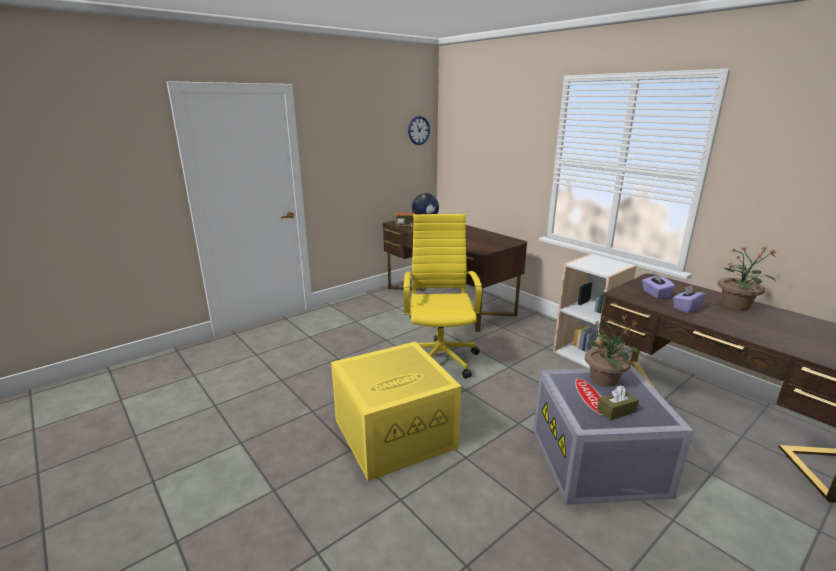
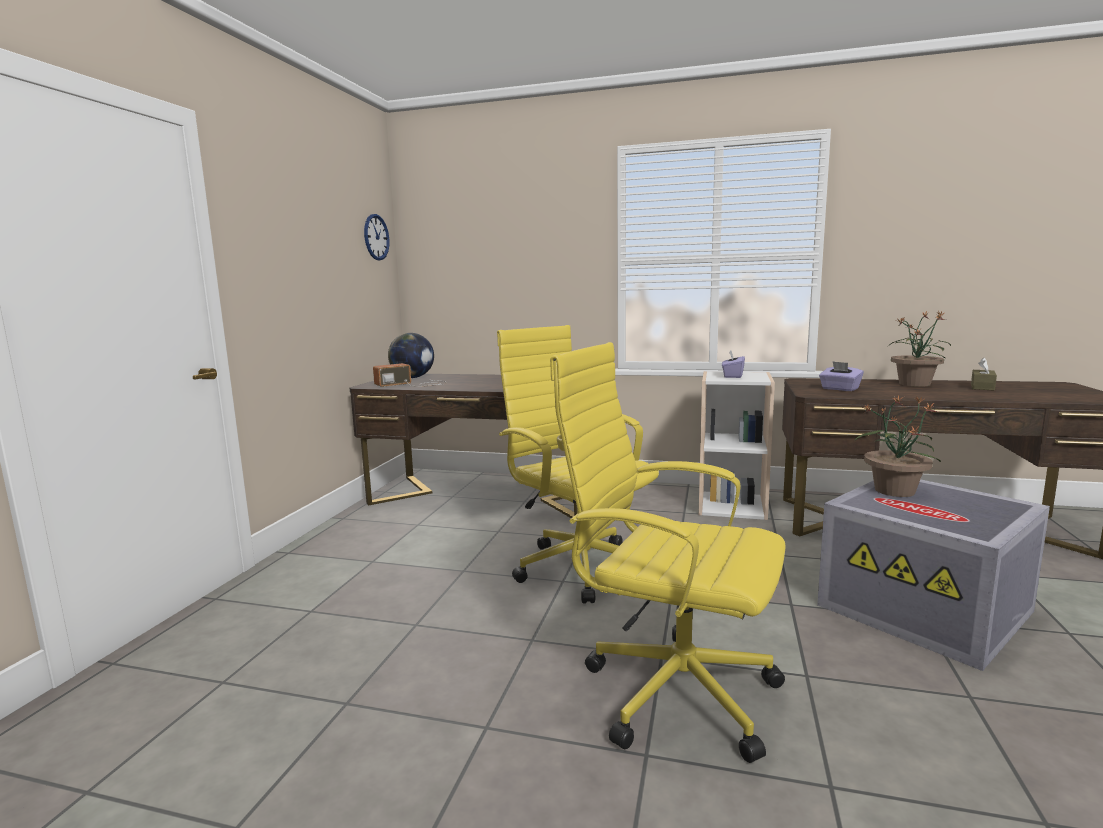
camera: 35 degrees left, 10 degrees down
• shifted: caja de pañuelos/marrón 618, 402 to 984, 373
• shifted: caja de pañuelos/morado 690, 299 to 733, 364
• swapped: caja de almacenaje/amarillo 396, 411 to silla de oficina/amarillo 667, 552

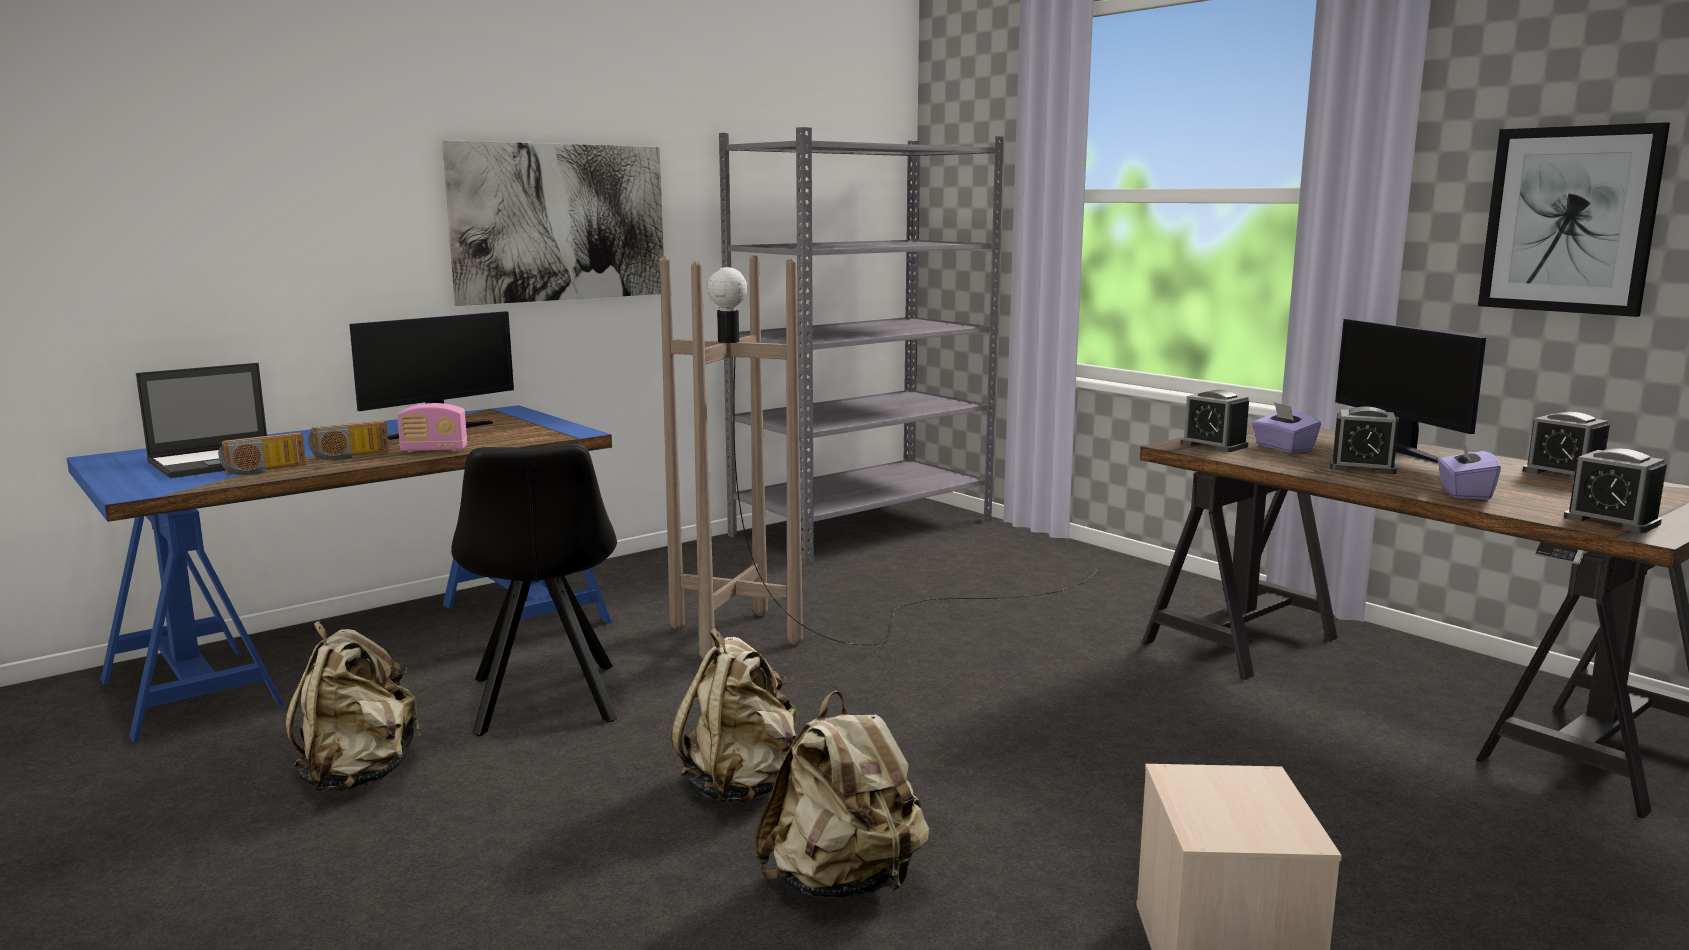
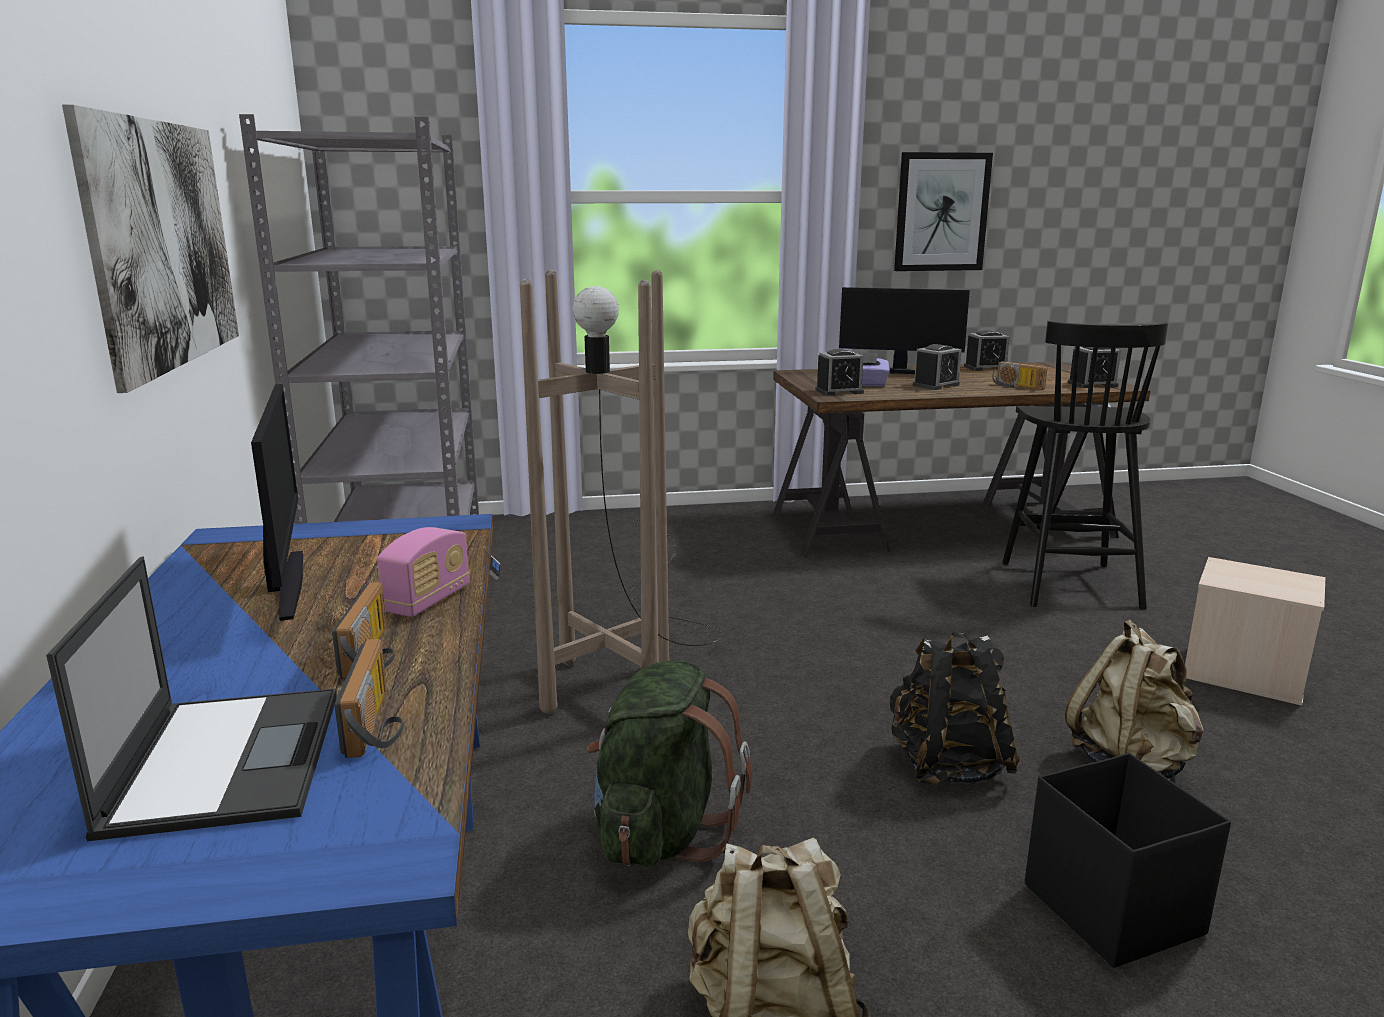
camera: 60 degrees left, 5 degrees up
• new: taburete/negro 1085, 465
• new: caja de almacenaje/negro 1128, 860
• swapped: silla/negro 534, 589 to mochila/verde 669, 764
• swapped: caja de pañuelos/morado 1469, 468 to radio 1019, 375
• repainted: mochila/beis 734, 715 to mochila/negro 955, 708

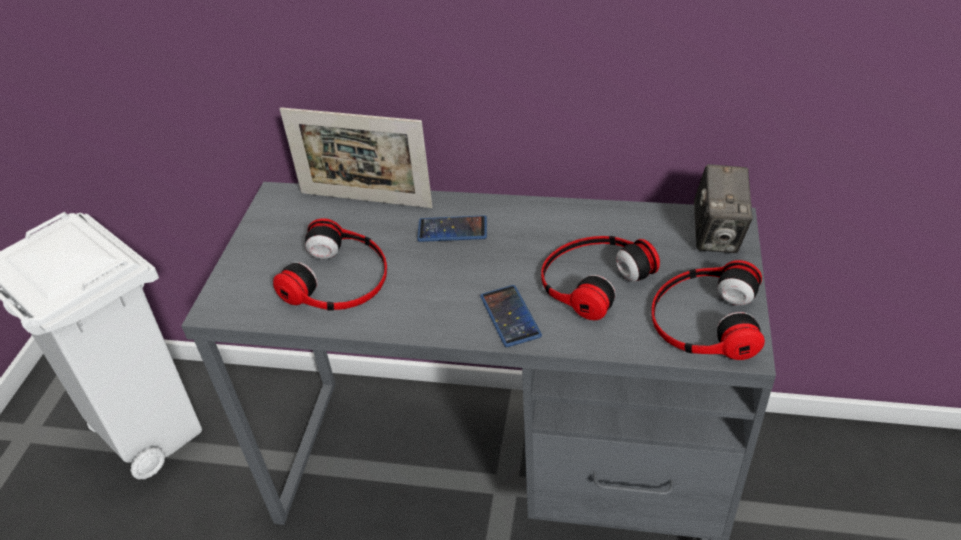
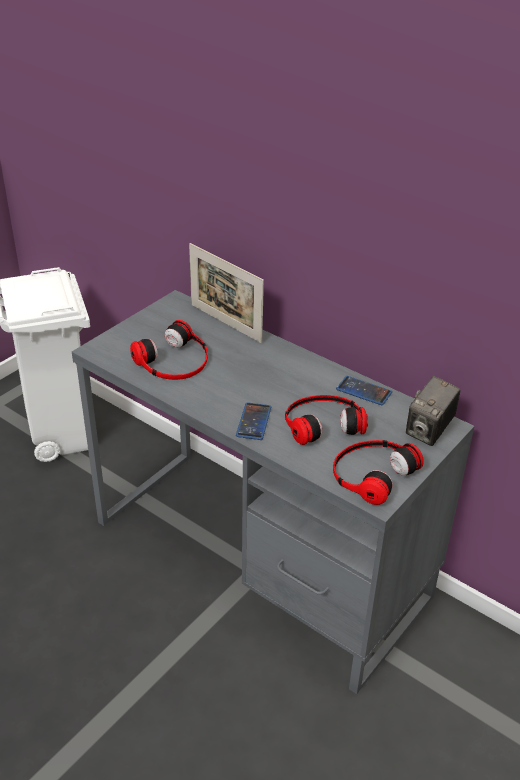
camera: 25 degrees right, 5 degrees down
• shifted: móvil 452, 228 to 364, 390

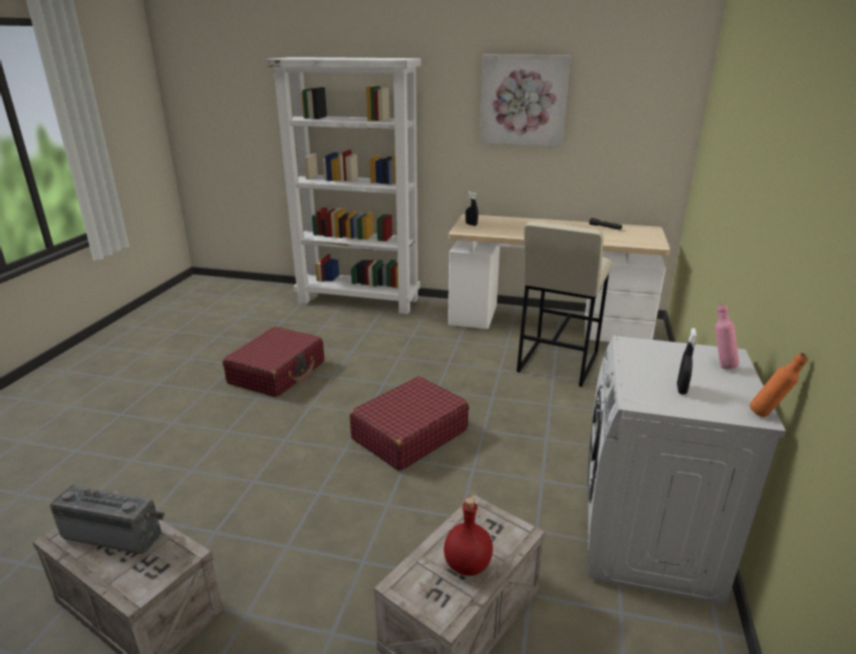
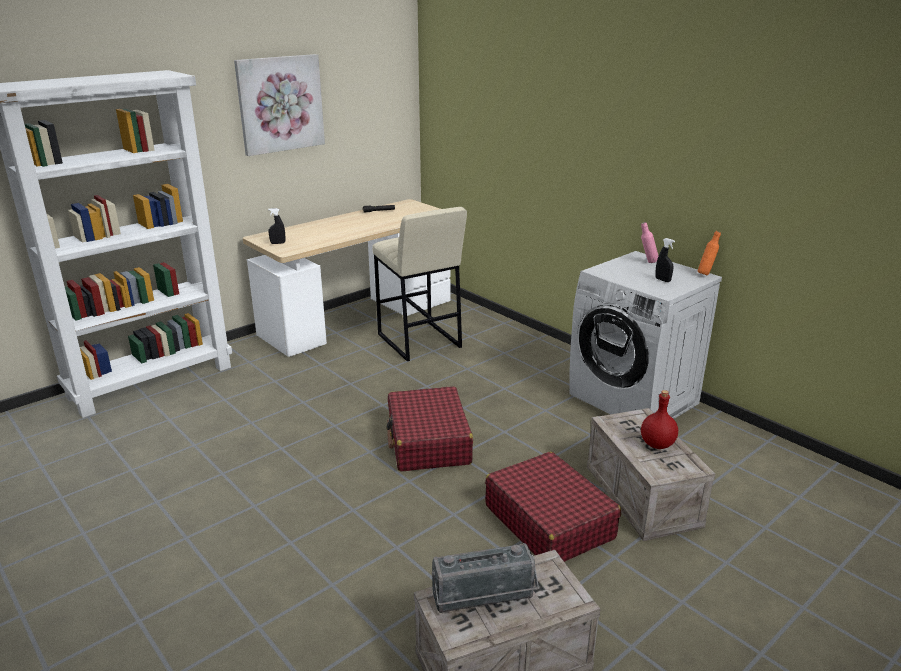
camera: 55 degrees left, 0 degrees up
• shifted: maleta/rojo 273, 362 to 553, 507
• rotated: radio 107, 519 = 485, 578 150 degrees counterclockwise

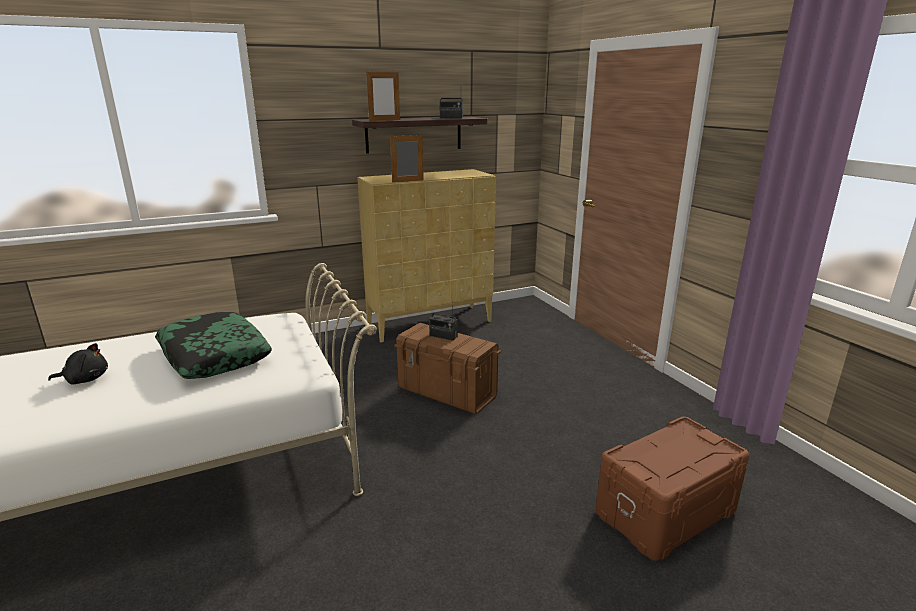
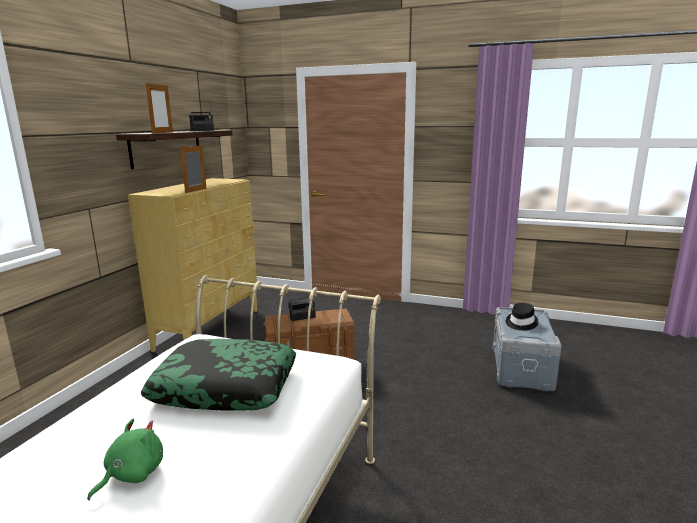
camera: 45 degrees left, 5 degrees down
• new: sombrero/negro 522, 317
• repainted: peluche/negro 78, 363 to peluche/verde 125, 459
• repainted: caja de almacenaje/marrón 672, 488 to caja de almacenaje/gris 527, 349

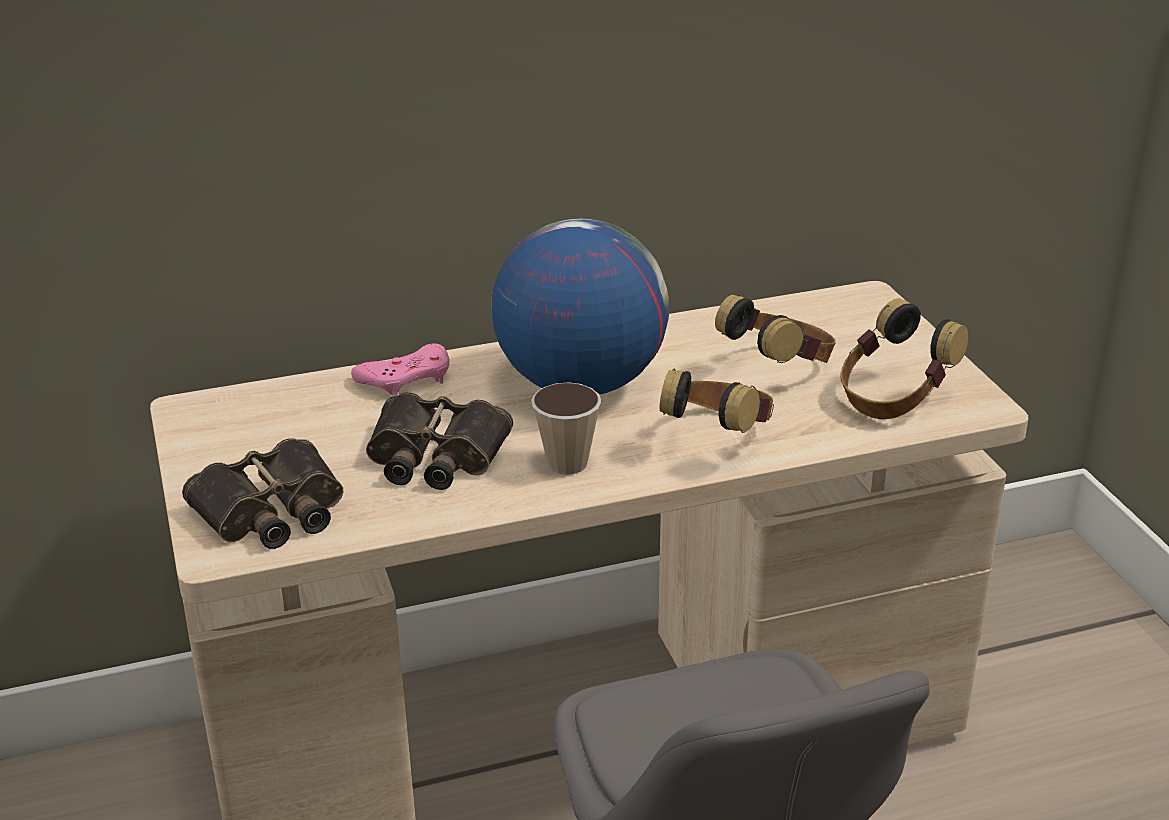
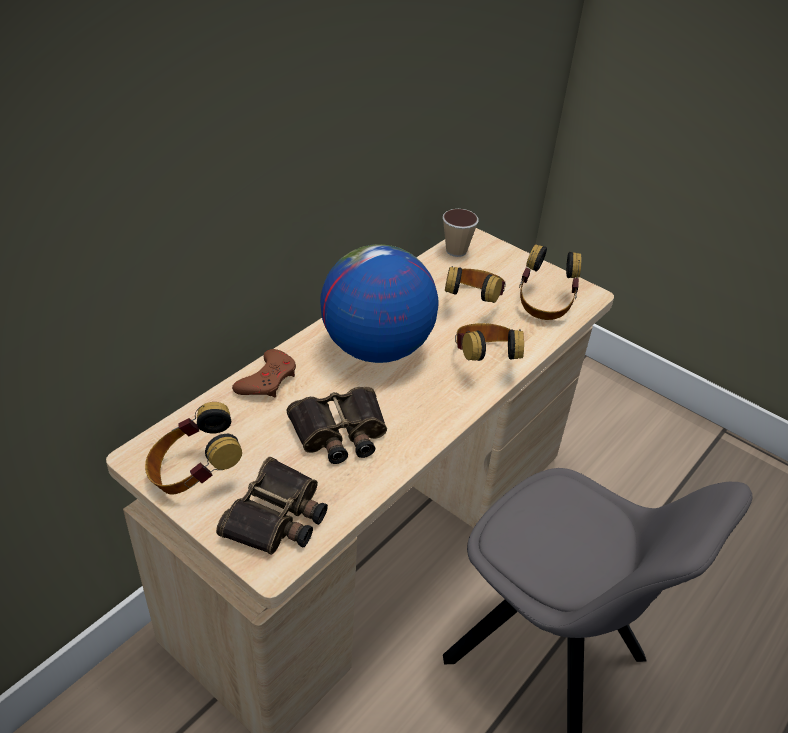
camera: 35 degrees left, 10 degrees up
• new: auriculares 193, 448
• shifted: taza 566, 428 to 461, 233
• repainted: mando de consola/rosa 400, 369 to mando de consola/marrón 264, 373

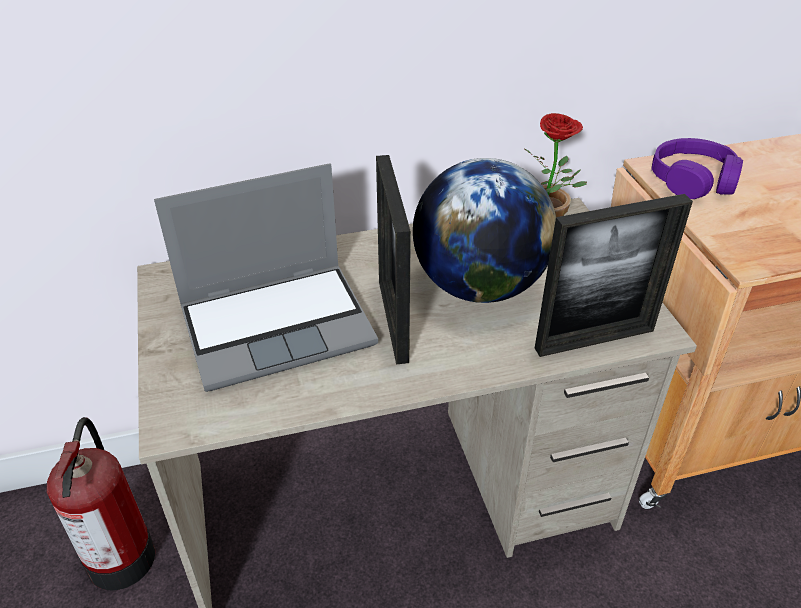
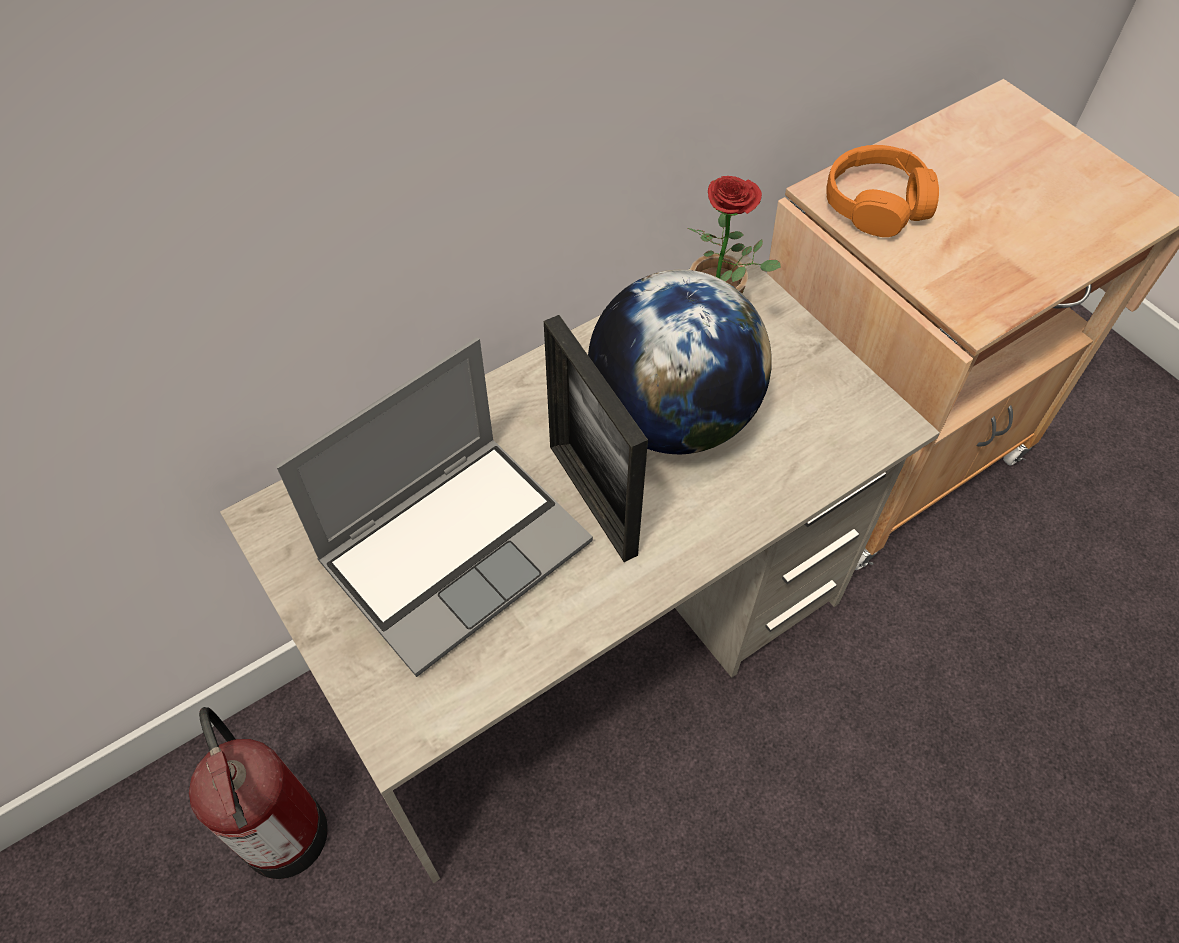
camera: 20 degrees left, 15 degrees up
• gone: portarretratos 614, 275
• repainted: auriculares/morado 697, 168 to auriculares/naranja 882, 191

